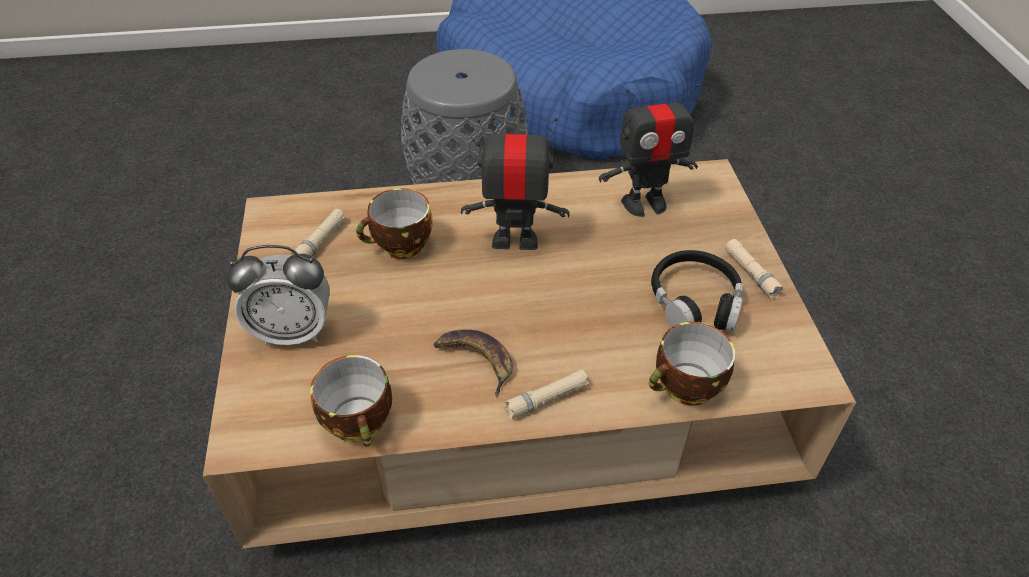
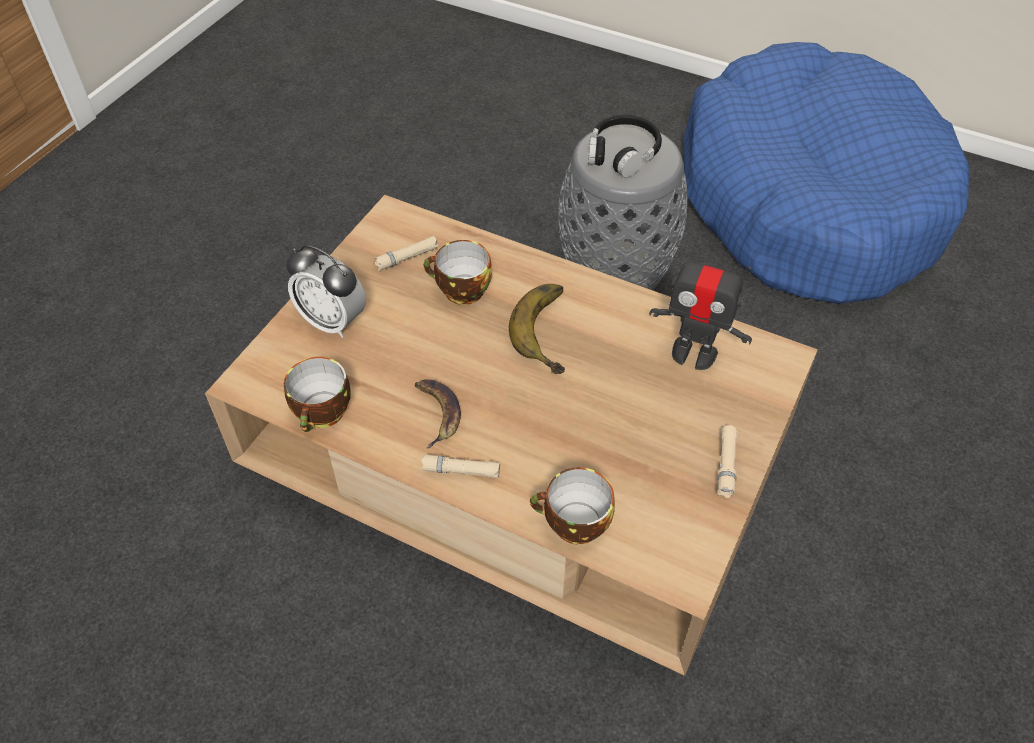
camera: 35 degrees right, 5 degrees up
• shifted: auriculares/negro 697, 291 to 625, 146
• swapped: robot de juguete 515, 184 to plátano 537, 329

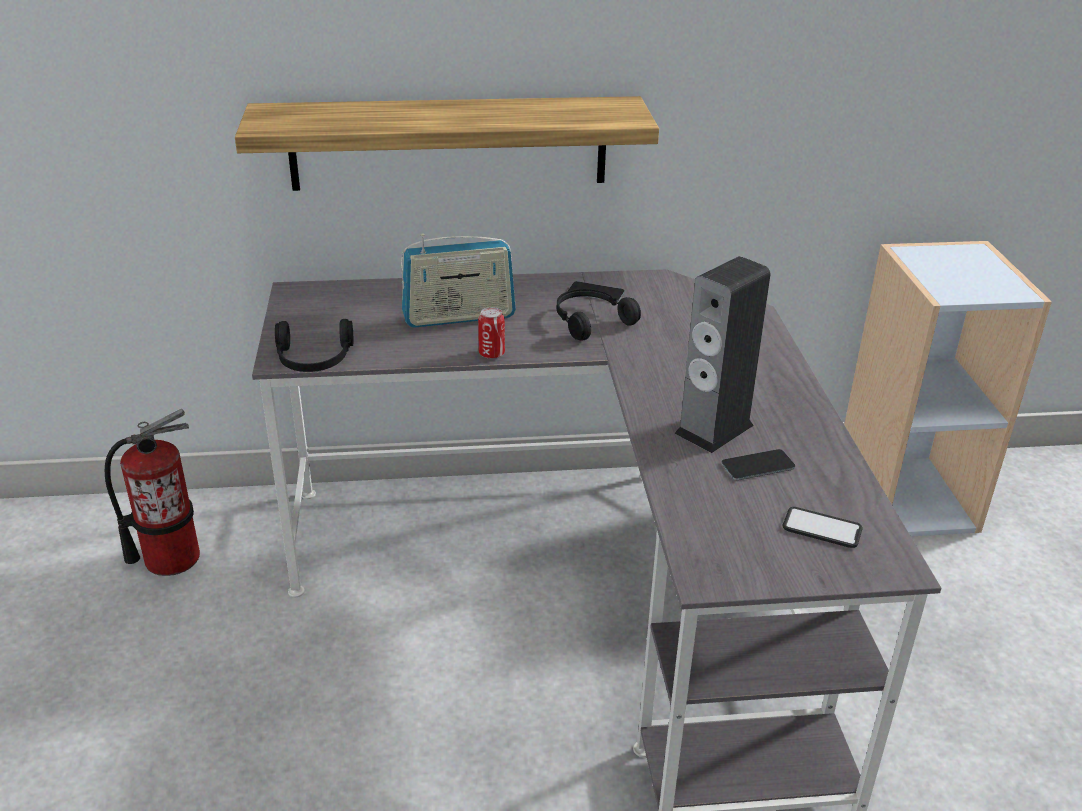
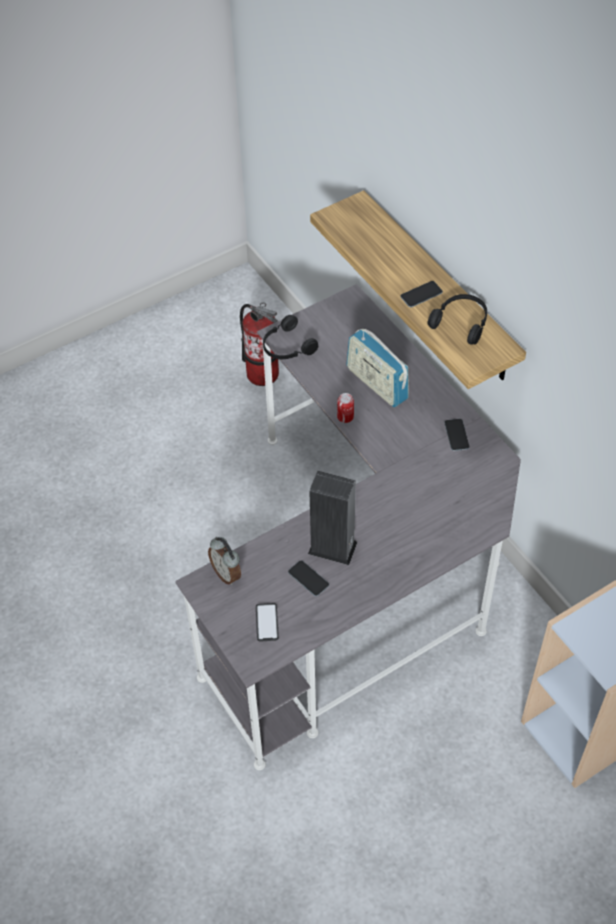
camera: 65 degrees right, 20 degrees up
• new: despertador 224, 561
• new: móvil 421, 294
• shifted: auriculares/negro 599, 315 to 457, 319

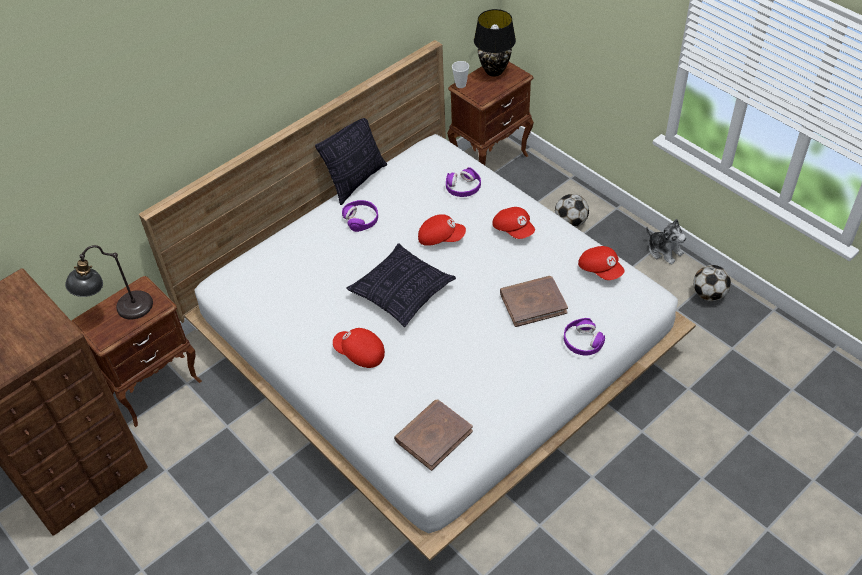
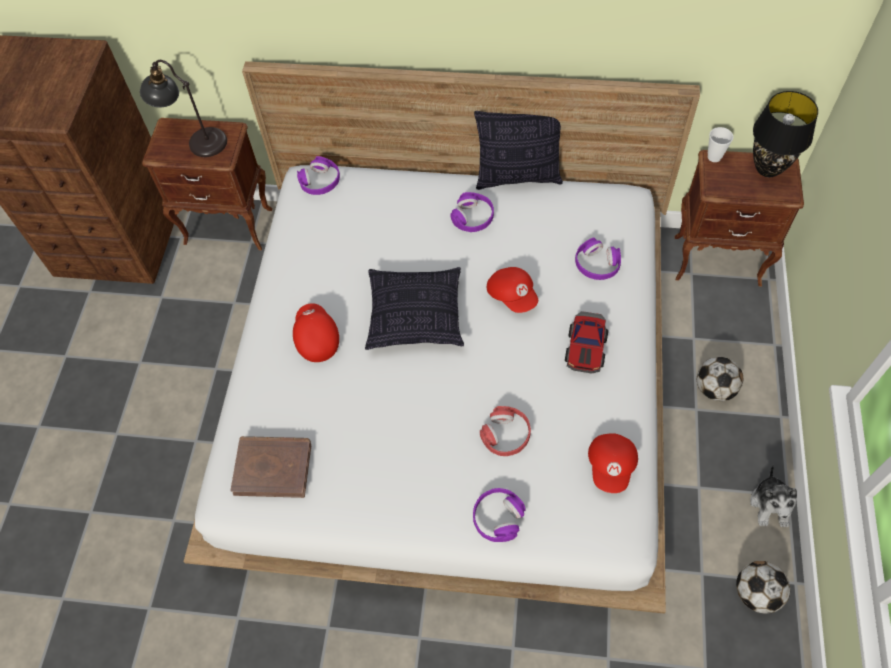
camera: 50 degrees right, 10 degrees up
• new: auriculares/morado 318, 175
• swapped: gorra/rojo 513, 223 to coche de juguete 586, 342
• swapped: libro/marrón 534, 301 to auriculares/rojo 505, 431

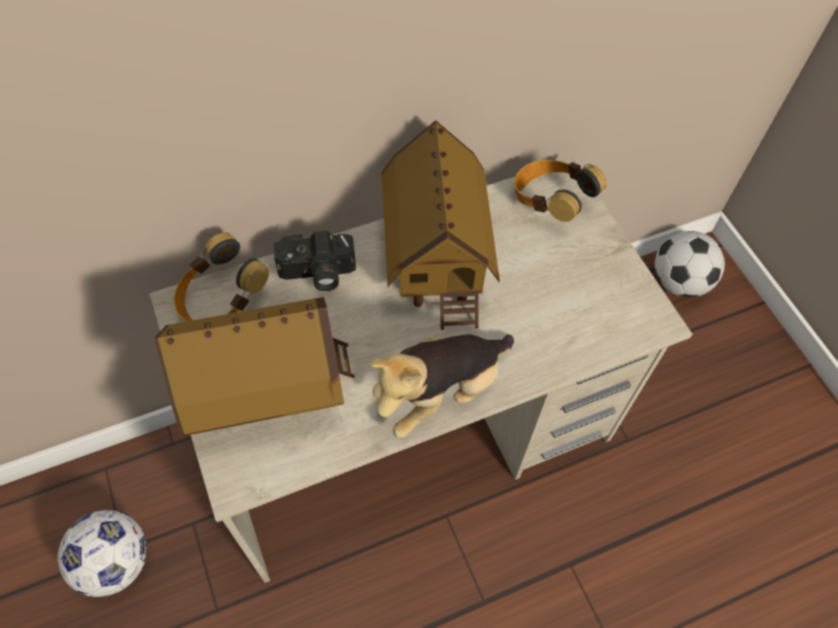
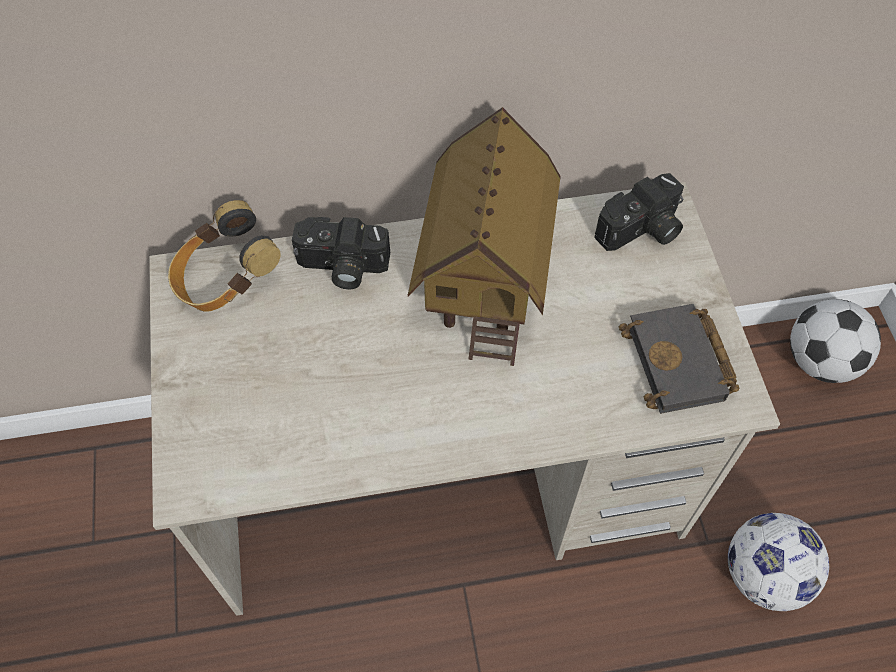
camera: 15 degrees right, 0 degrees up
• gone: casita 254, 366
• gone: peluche 442, 386
• new: libro/negro 679, 359
• shifted: balón de fútbol 102, 553 to 778, 562
• swapped: auriculares 560, 191 to cámara 639, 212

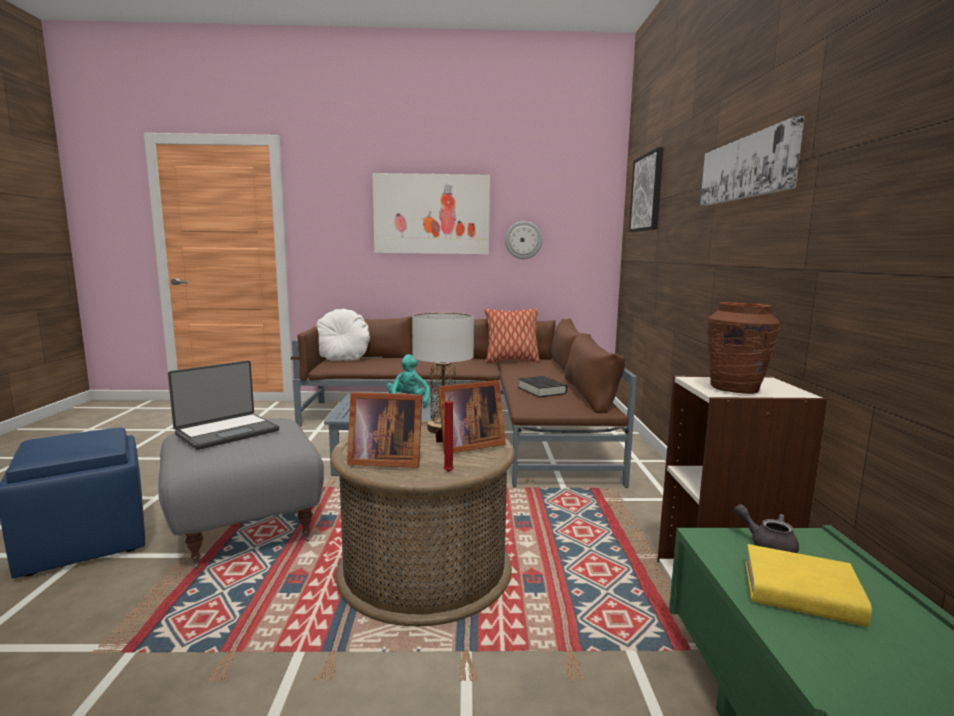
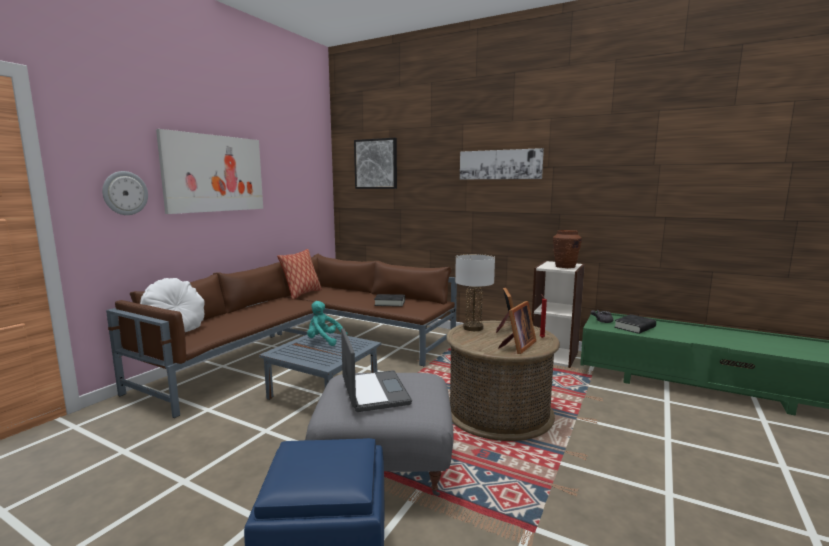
camera: 60 degrees left, 0 degrees up
• shifted: reloj de pared 523, 240 to 125, 193
• repainted: libro/amarillo 808, 585 to libro/negro 635, 324

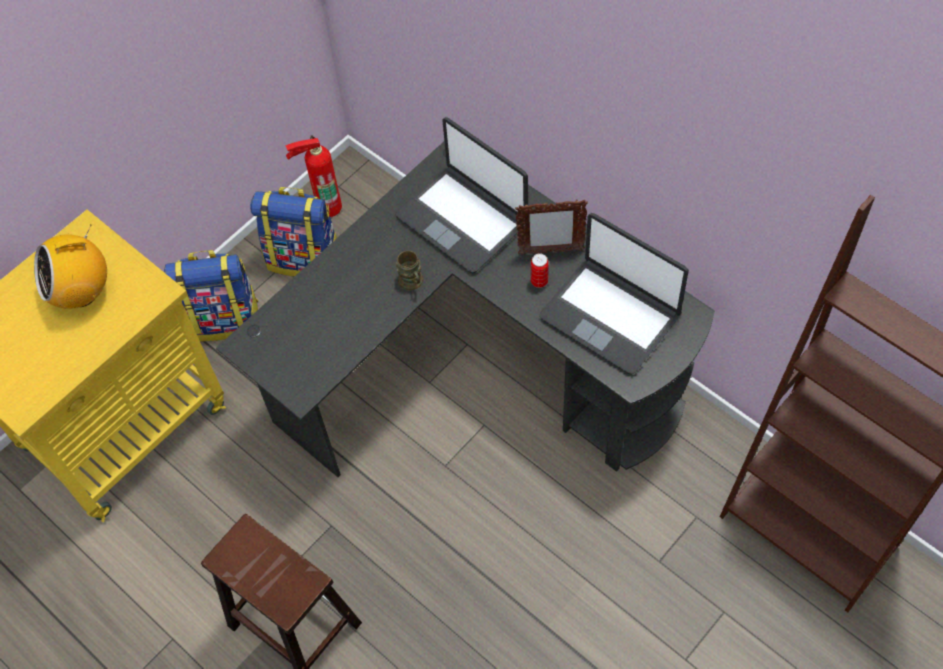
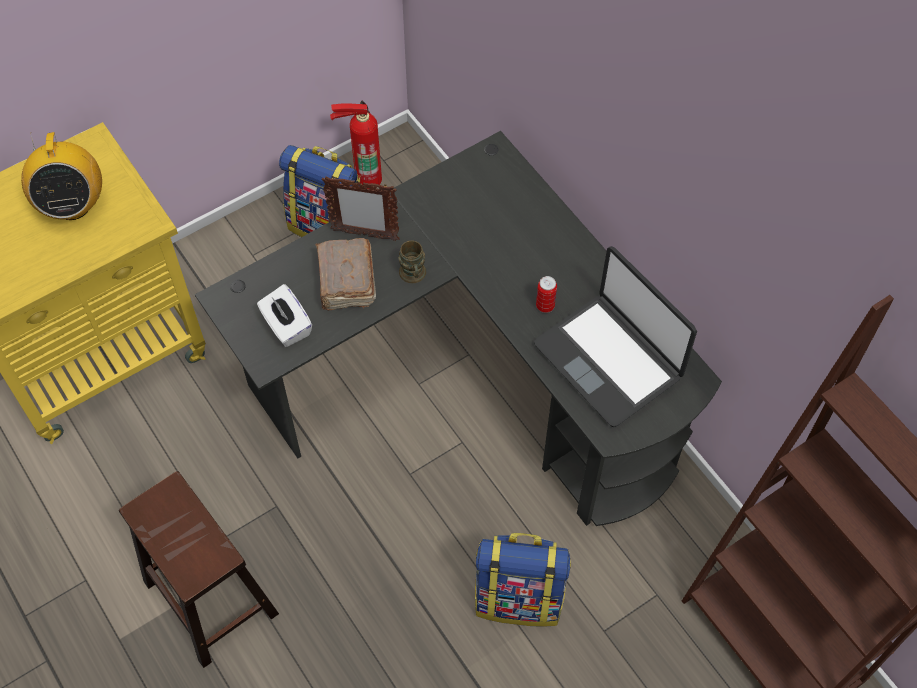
camera: 10 degrees right, 0 degrees up
• gone: portátil 461, 195
• new: caja de pañuelos/blanco 284, 315
• new: libro/marrón 346, 274
• shifted: mochila 211, 296 to 523, 580
• shifted: portarretratos 551, 227 to 361, 208
• rotated: radio 70, 266 = 61, 176 90 degrees counterclockwise

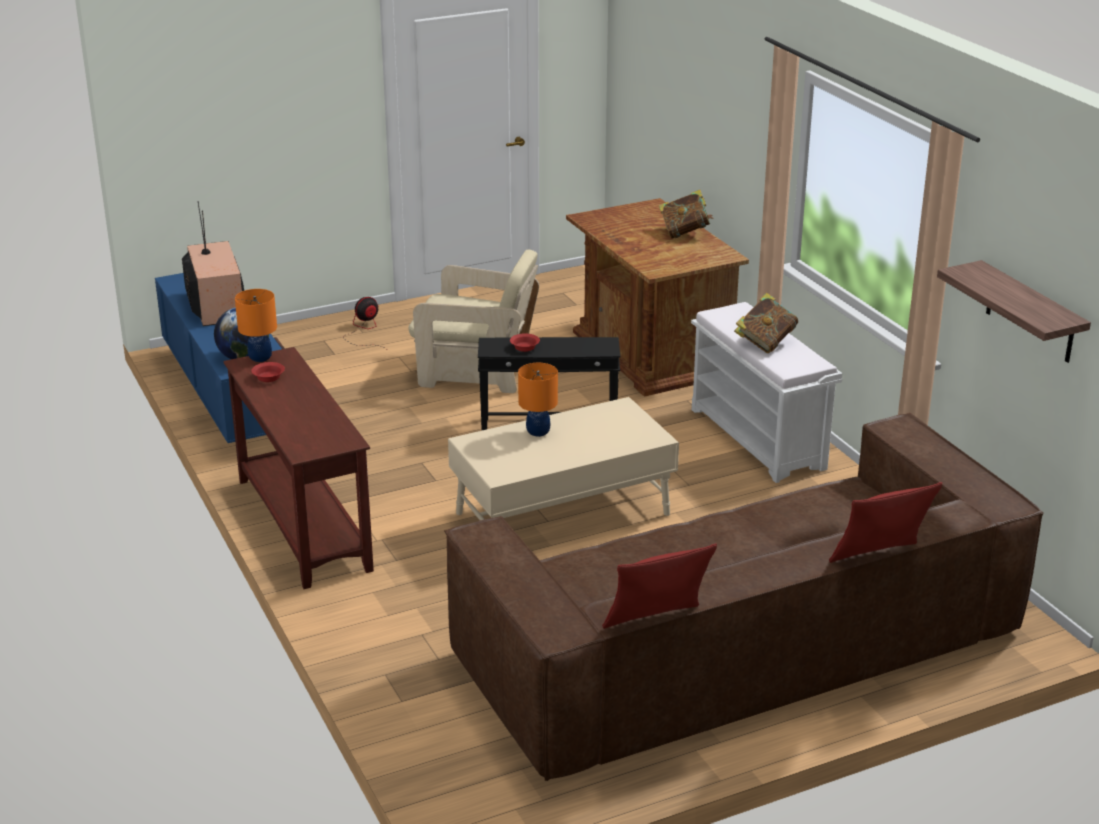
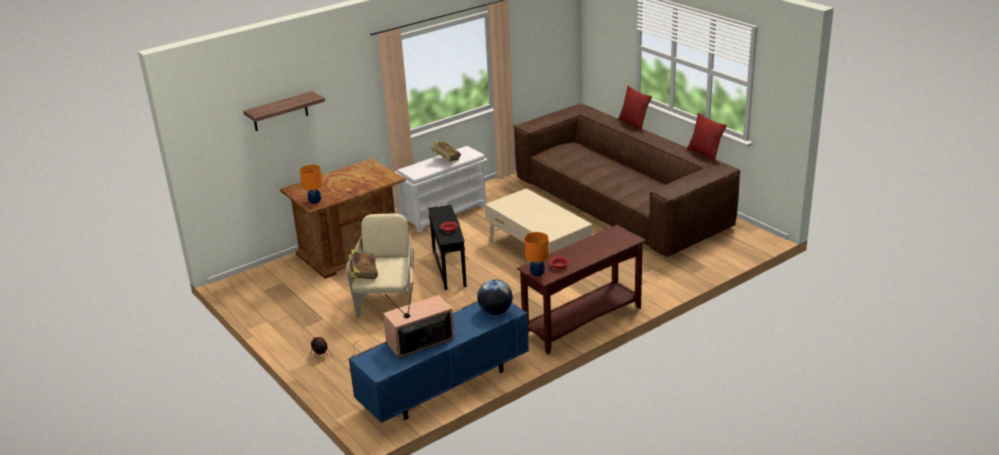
camera: 100 degrees left, 0 degrees up
• shifted: lámpara de mesa/naranja 538, 400 to 311, 184
• shifted: libro 686, 214 to 363, 264
• shifted: estante 1014, 311 to 284, 111

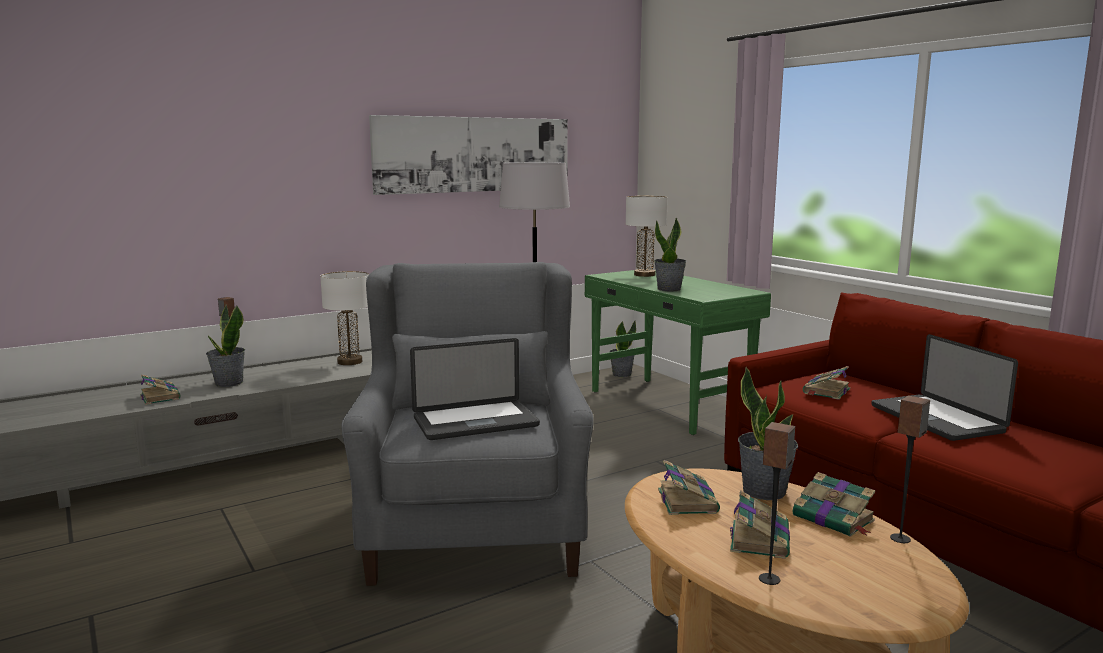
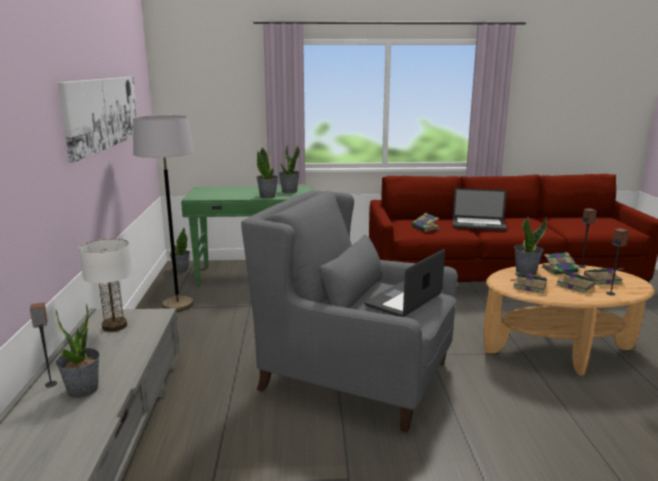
camera: 60 degrees left, 5 degrees up
• gone: lámpara de mesa 647, 236
• new: planta en maceta 289, 169
• shifted: libro 160, 389 to 604, 276
• rotated: portátil 475, 389 = 405, 283 150 degrees counterclockwise

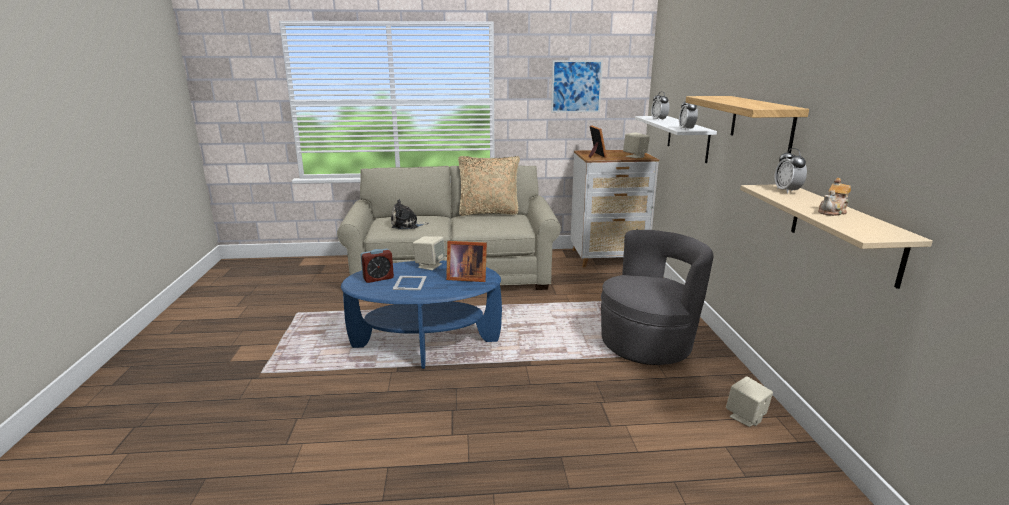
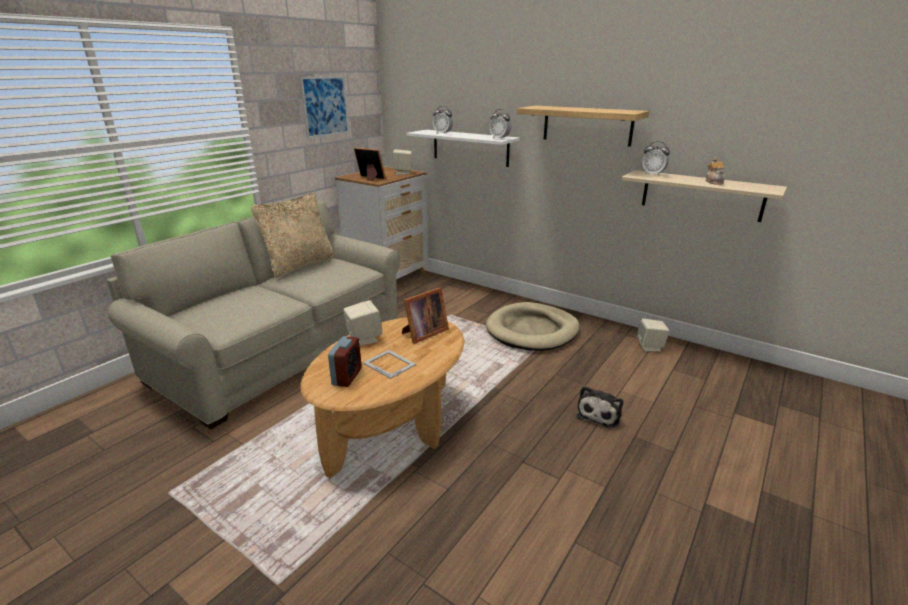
camera: 50 degrees left, 5 degrees up
• shifted: peluche 410, 214 to 600, 407
• swapped: sillón/gris 657, 297 to cama para perro/beis 533, 326
• repainted: mesa de centro/azul 421, 315 to mesa de centro/marrón 382, 397

